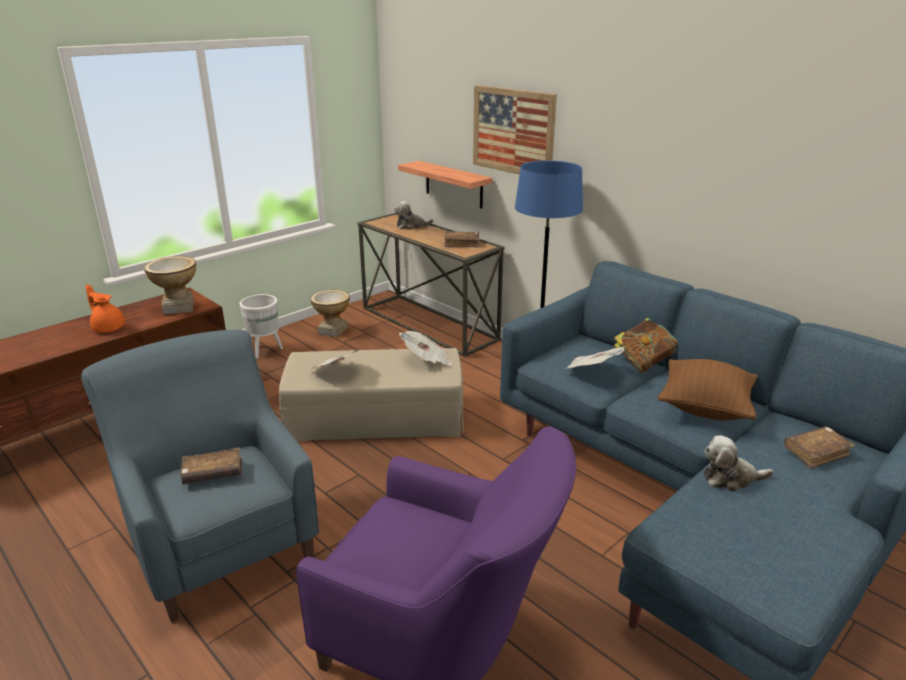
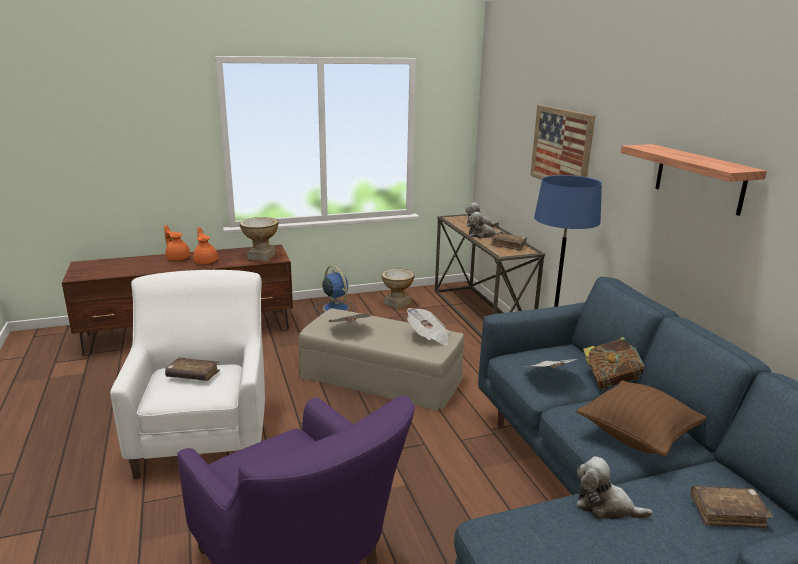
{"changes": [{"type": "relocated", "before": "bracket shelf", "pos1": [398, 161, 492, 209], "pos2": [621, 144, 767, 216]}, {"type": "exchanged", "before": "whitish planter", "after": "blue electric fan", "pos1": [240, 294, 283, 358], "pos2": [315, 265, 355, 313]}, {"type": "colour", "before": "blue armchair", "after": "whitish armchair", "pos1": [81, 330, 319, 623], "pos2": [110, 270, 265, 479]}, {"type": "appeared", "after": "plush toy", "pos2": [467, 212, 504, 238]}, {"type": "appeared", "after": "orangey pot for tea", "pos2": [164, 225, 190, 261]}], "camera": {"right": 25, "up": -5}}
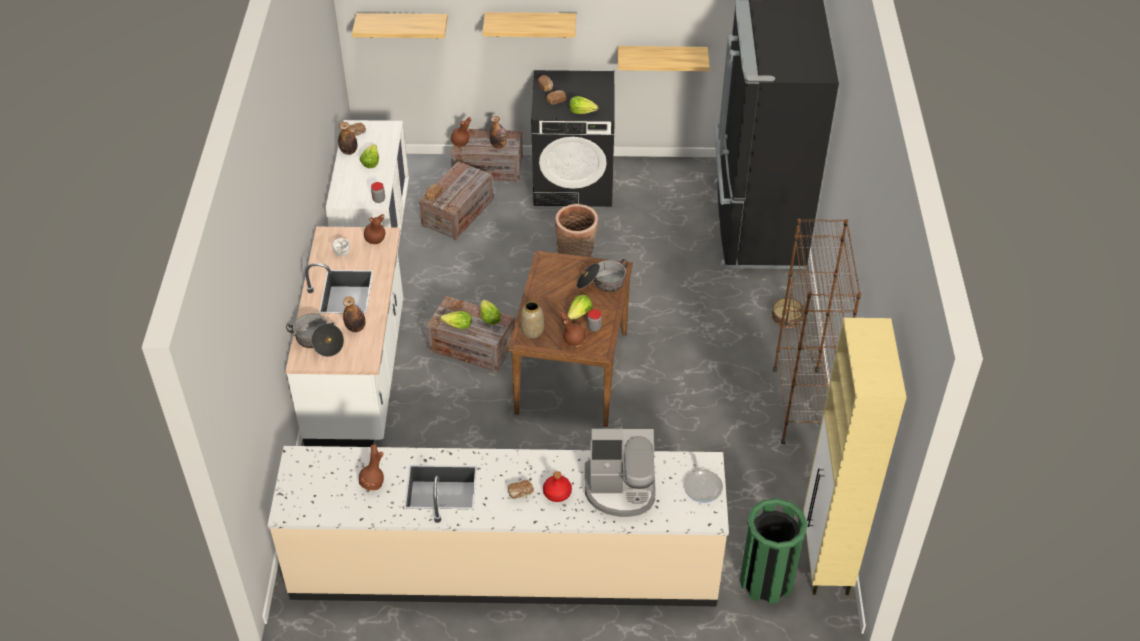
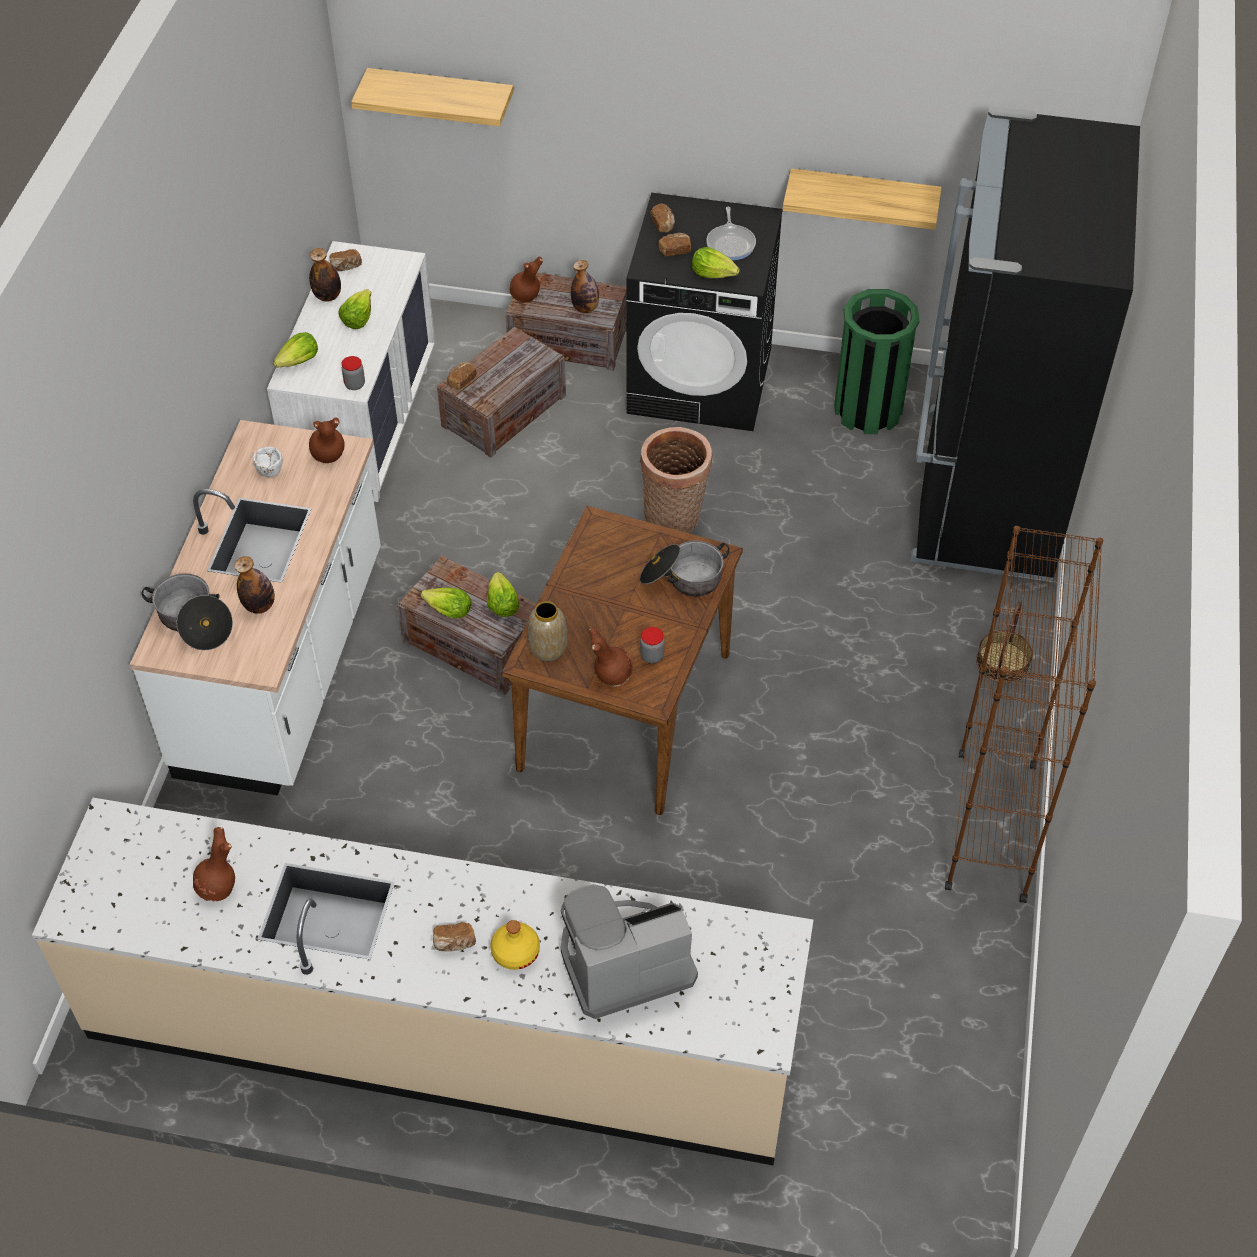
{"changes": [{"type": "missing", "before": "bracket shelf", "pos1": [482, 12, 576, 38]}, {"type": "relocated", "before": "lettuce", "pos1": [567, 295, 592, 320], "pos2": [273, 332, 318, 367]}, {"type": "missing", "before": "sand-coloured cupboard", "pos1": [803, 318, 907, 595]}, {"type": "spun", "before": "coffee brewer", "pos1": [585, 429, 656, 517], "pos2": [561, 884, 698, 1019], "turn": 150}, {"type": "relocated", "before": "pan", "pos1": [684, 454, 723, 503], "pos2": [706, 207, 756, 260]}, {"type": "colour", "before": "red drink bottle", "after": "yellowish drink bottle", "pos1": [543, 471, 572, 502], "pos2": [490, 920, 540, 970]}, {"type": "relocated", "before": "greenish rubbish bin", "pos1": [740, 498, 808, 604], "pos2": [834, 289, 920, 434]}], "camera": {"right": 10, "up": 5}}
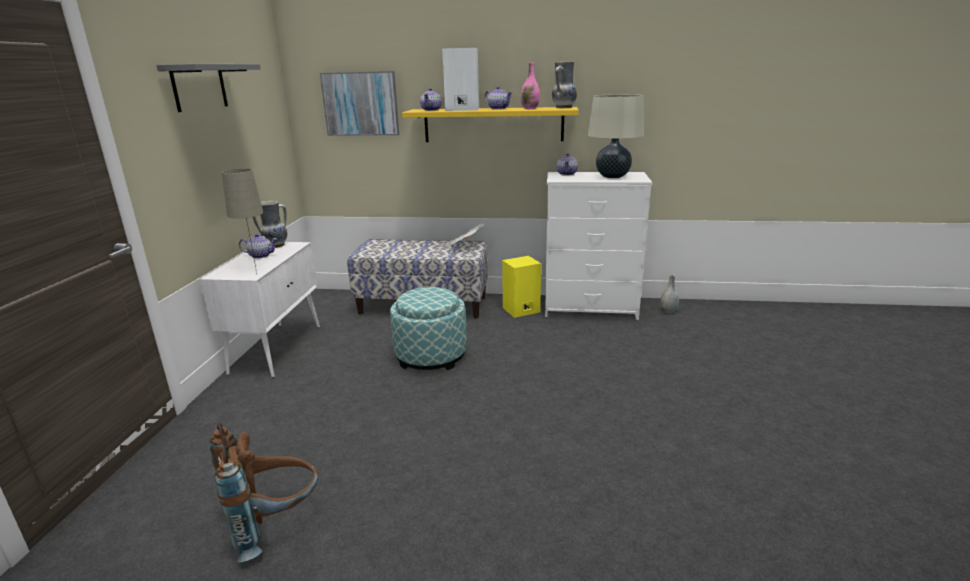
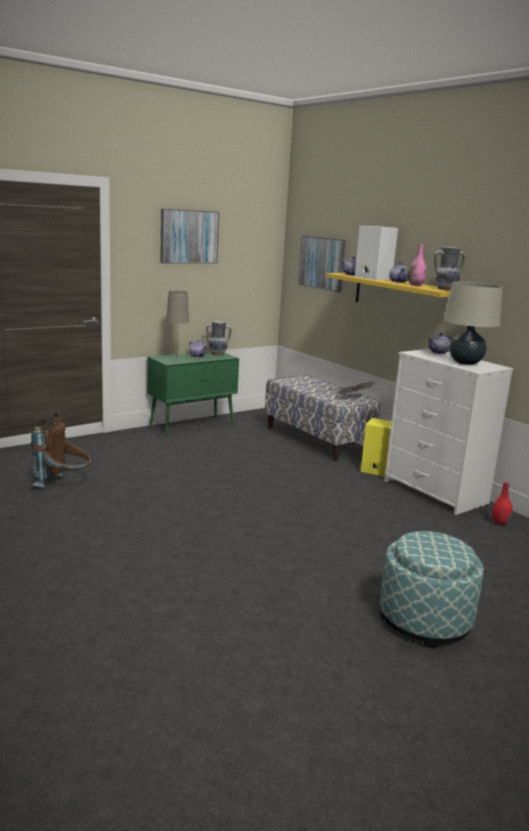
{"changes": [{"type": "exchanged", "before": "gray bracket shelf", "after": "wall art", "pos1": [156, 64, 261, 112], "pos2": [160, 209, 219, 264]}, {"type": "colour", "before": "whitish cupboard", "after": "greenish cupboard", "pos1": [200, 242, 320, 378], "pos2": [147, 351, 239, 437]}, {"type": "colour", "before": "gray flower vase", "after": "red flower vase", "pos1": [660, 274, 679, 314], "pos2": [492, 482, 512, 526]}, {"type": "relocated", "before": "footrest", "pos1": [390, 287, 467, 370], "pos2": [380, 531, 484, 648]}], "camera": {"right": 45, "up": -5}}
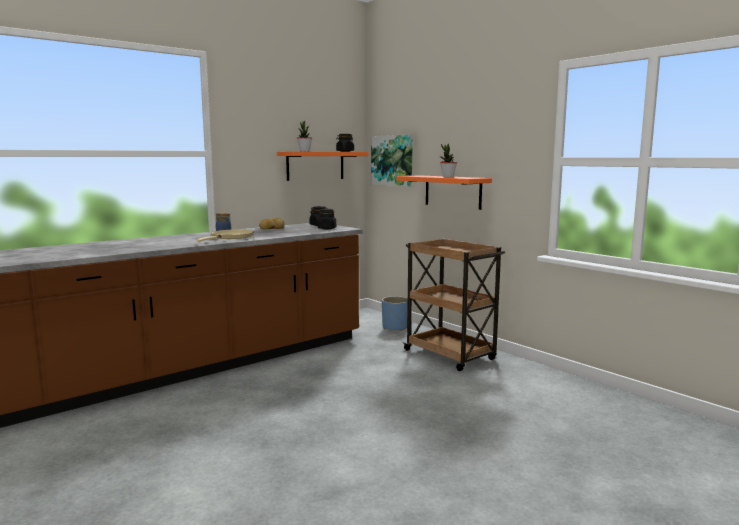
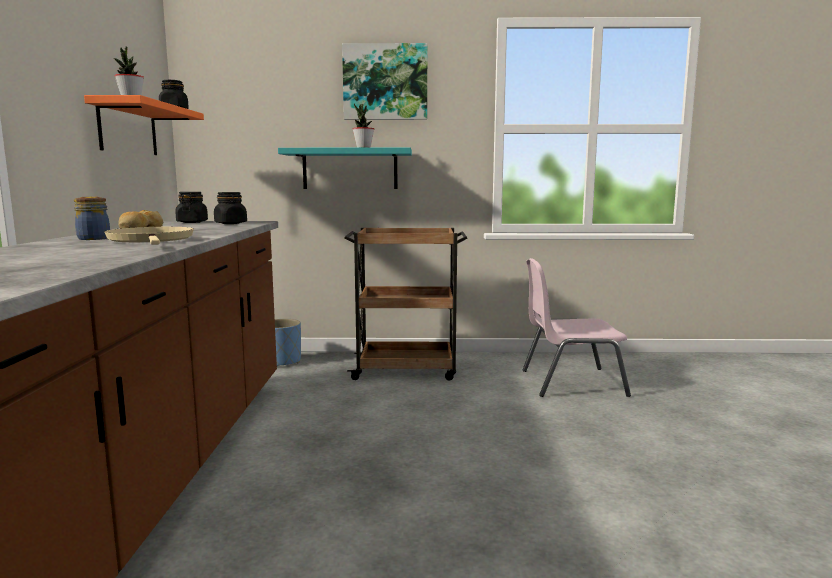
{"changes": [{"type": "relocated", "before": "wall art", "pos1": [371, 135, 413, 187], "pos2": [342, 43, 427, 120]}, {"type": "colour", "before": "orangey bracket shelf", "after": "blue-green bracket shelf", "pos1": [397, 175, 492, 210], "pos2": [278, 148, 412, 189]}, {"type": "appeared", "after": "pink upright chair", "pos2": [523, 258, 631, 397]}], "camera": {"right": -50, "up": 0}}
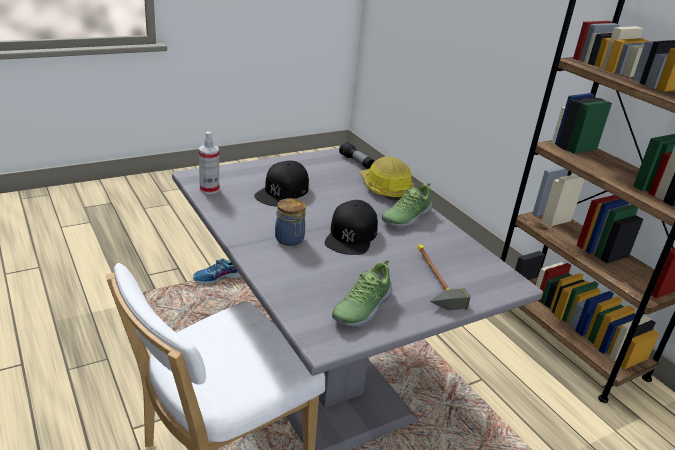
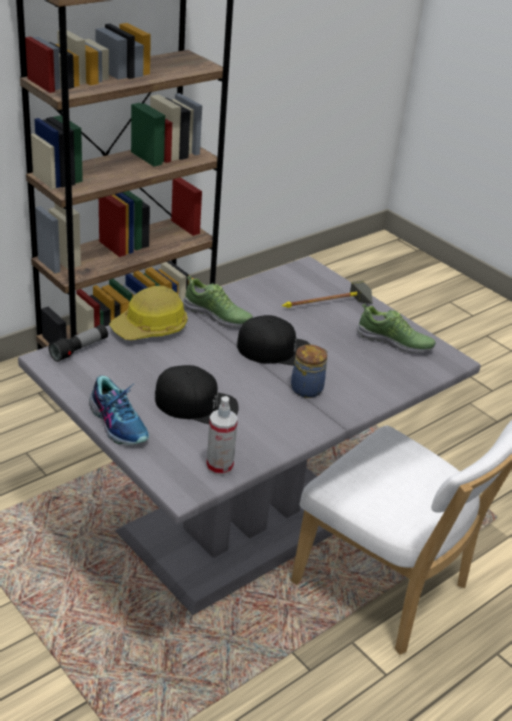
{"changes": [{"type": "relocated", "before": "low shoe", "pos1": [193, 258, 241, 284], "pos2": [89, 375, 149, 445]}], "camera": {"right": -100, "up": 5}}
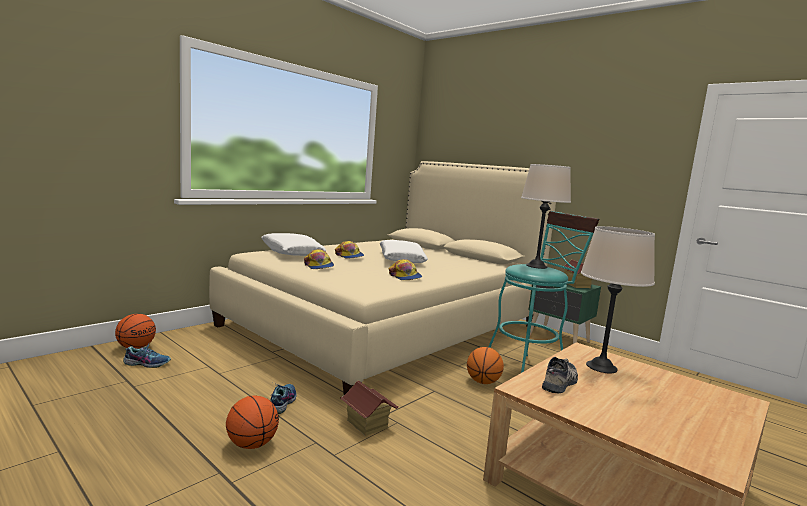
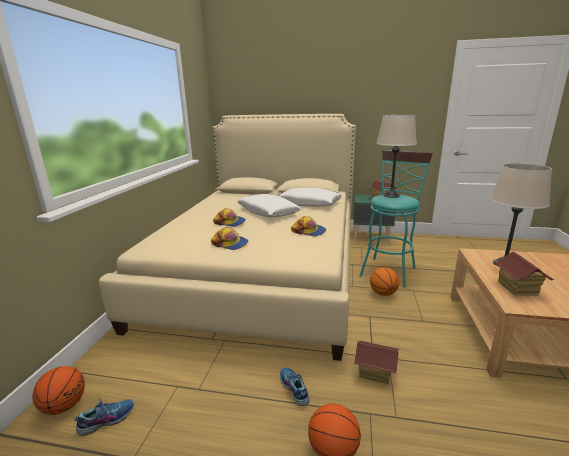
{"changes": [{"type": "relocated", "before": "whitish throw pillow", "pos1": [261, 233, 326, 256], "pos2": [279, 188, 342, 207]}, {"type": "exchanged", "before": "low shoe", "after": "toy house", "pos1": [542, 357, 578, 394], "pos2": [494, 252, 554, 296]}], "camera": {"right": -30, "up": 10}}
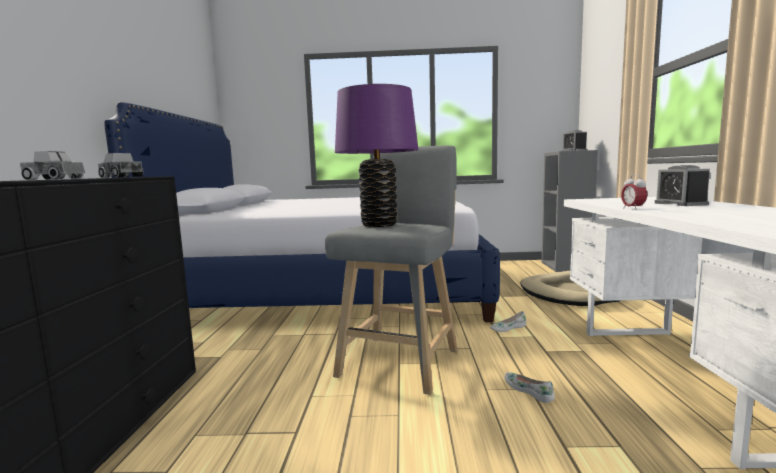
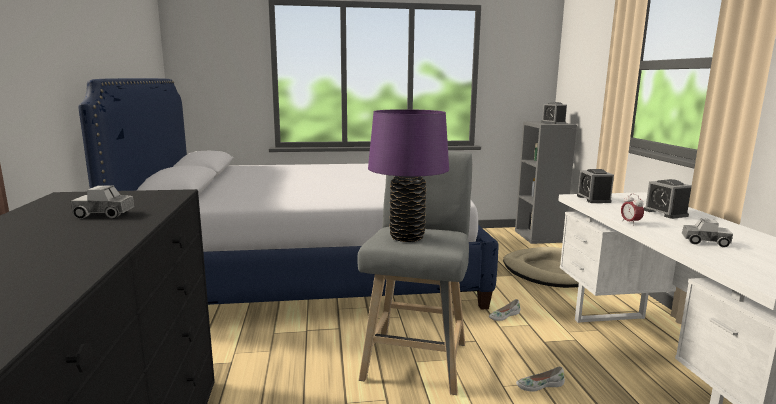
{"changes": [{"type": "relocated", "before": "model truck", "pos1": [98, 153, 144, 178], "pos2": [682, 218, 733, 248]}, {"type": "spun", "before": "whitish low shoe", "pos1": [505, 372, 555, 403], "pos2": [516, 367, 565, 391], "turn": -60}, {"type": "appeared", "after": "bedside clock", "pos2": [577, 169, 614, 203]}], "camera": {"right": -10, "up": 5}}
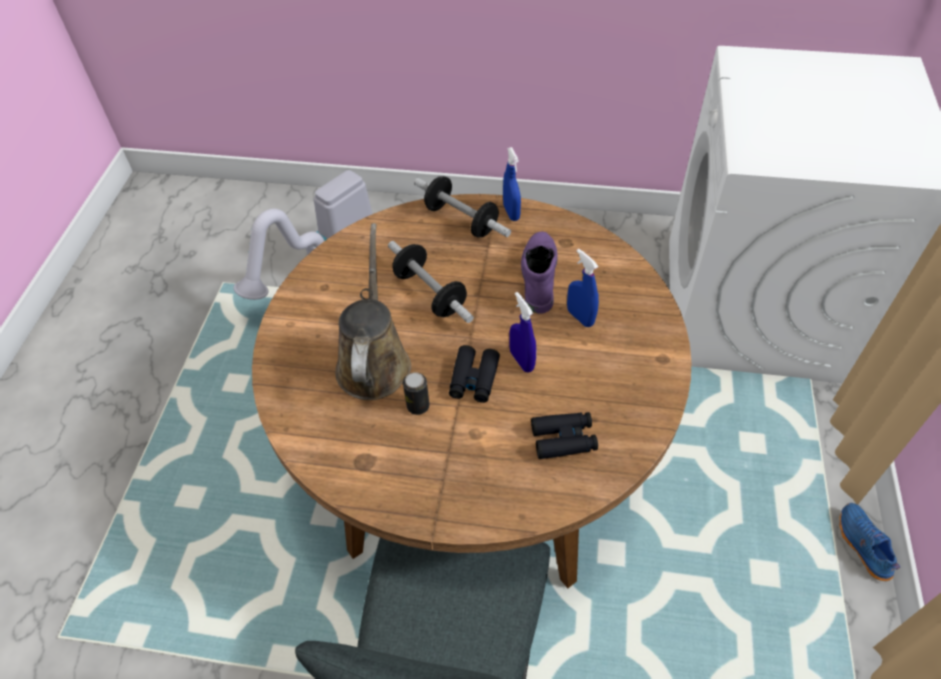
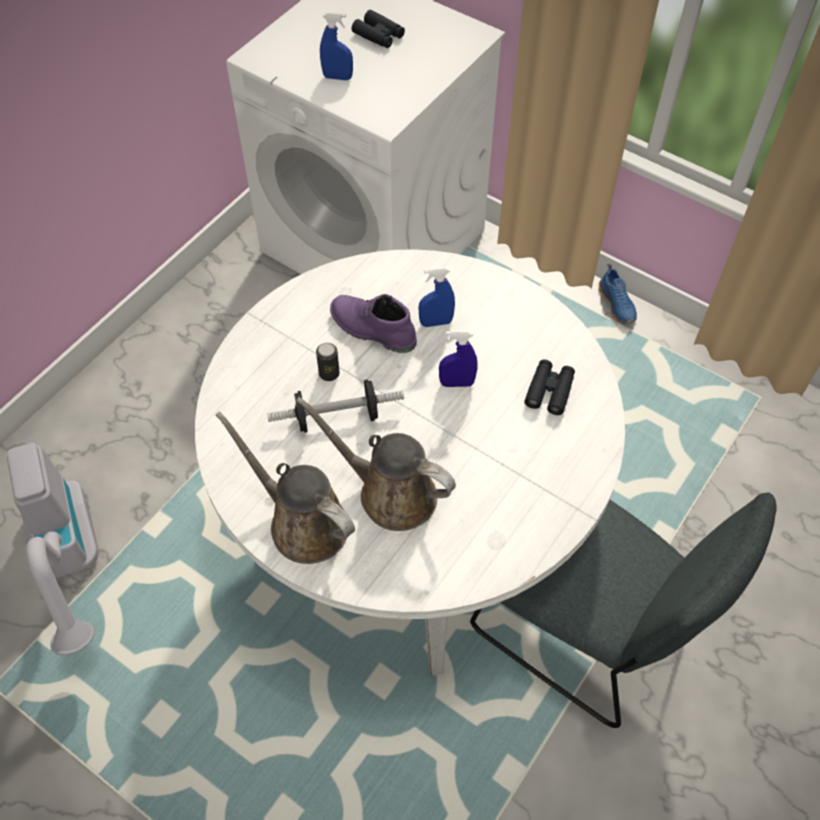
{"changes": [{"type": "relocated", "before": "blue sprayer", "pos1": [503, 147, 521, 221], "pos2": [320, 12, 353, 80]}, {"type": "missing", "before": "hand weight", "pos1": [414, 176, 511, 238]}, {"type": "colour", "before": "brown dining table", "after": "whitish dining table", "pos1": [252, 194, 691, 588], "pos2": [195, 249, 625, 676]}, {"type": "relocated", "before": "black-coloured pair of binoculars", "pos1": [449, 345, 500, 403], "pos2": [352, 10, 405, 48]}, {"type": "relocated", "before": "can", "pos1": [403, 372, 429, 415], "pos2": [316, 343, 340, 381]}, {"type": "spun", "before": "blue low shoe", "pos1": [839, 503, 900, 581], "pos2": [598, 264, 637, 324], "turn": -120}, {"type": "appeared", "after": "brown watering pot", "pos2": [216, 411, 355, 564]}], "camera": {"right": -65, "up": 5}}
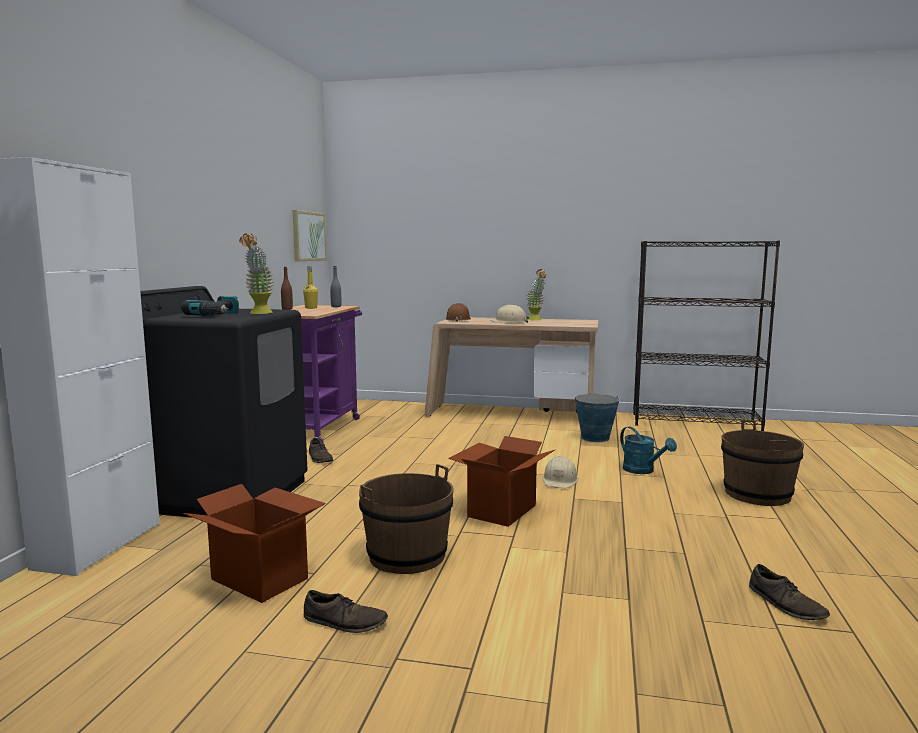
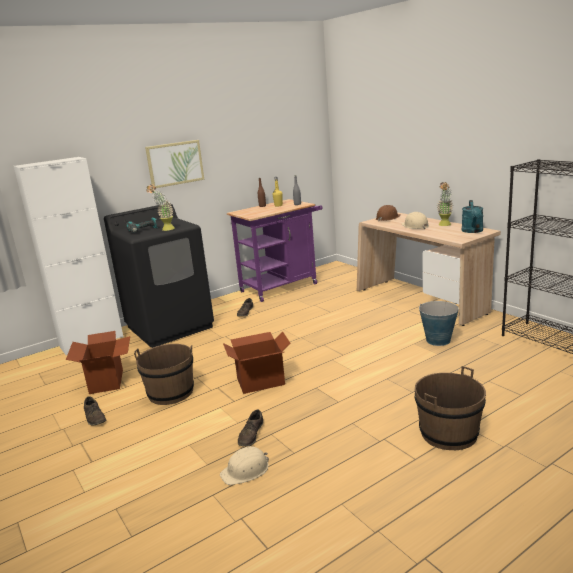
{"changes": [{"type": "relocated", "before": "wall art", "pos1": [293, 210, 327, 261], "pos2": [145, 140, 204, 189]}, {"type": "relocated", "before": "blue-green watering pot", "pos1": [620, 427, 677, 474], "pos2": [462, 200, 483, 233]}, {"type": "relocated", "before": "sand-coloured safety helmet", "pos1": [543, 456, 578, 488], "pos2": [220, 446, 269, 485]}, {"type": "relocated", "before": "brown low shoe", "pos1": [749, 564, 830, 620], "pos2": [238, 409, 263, 446]}], "camera": {"right": 45, "up": 10}}
